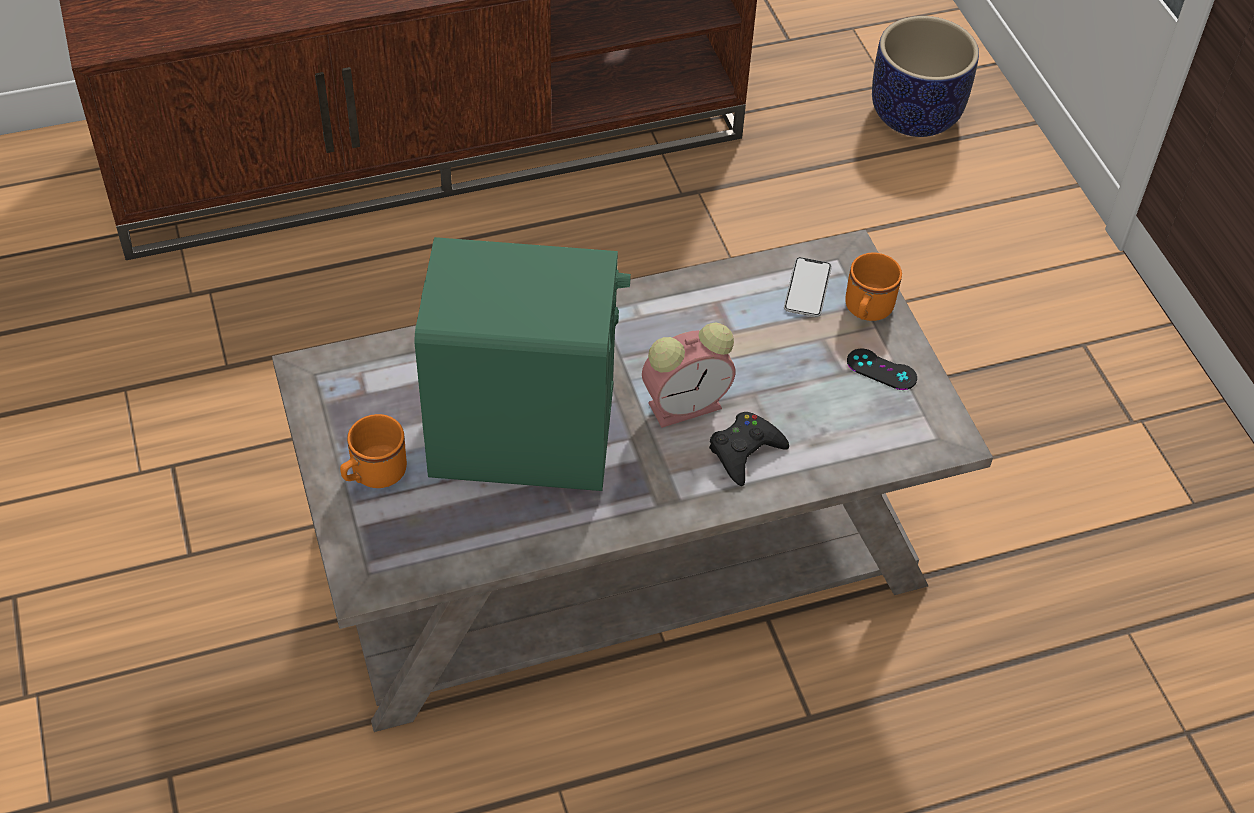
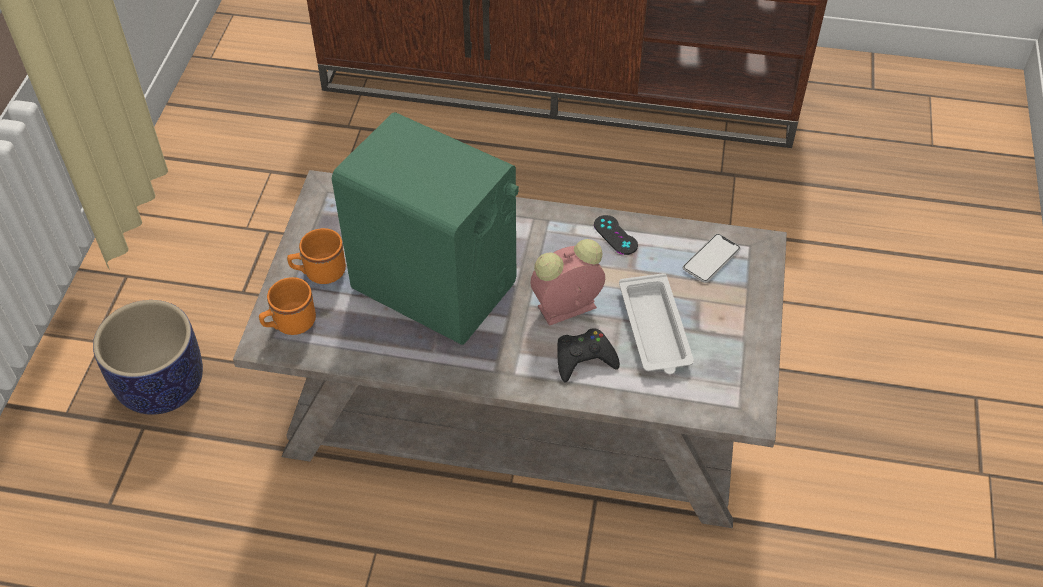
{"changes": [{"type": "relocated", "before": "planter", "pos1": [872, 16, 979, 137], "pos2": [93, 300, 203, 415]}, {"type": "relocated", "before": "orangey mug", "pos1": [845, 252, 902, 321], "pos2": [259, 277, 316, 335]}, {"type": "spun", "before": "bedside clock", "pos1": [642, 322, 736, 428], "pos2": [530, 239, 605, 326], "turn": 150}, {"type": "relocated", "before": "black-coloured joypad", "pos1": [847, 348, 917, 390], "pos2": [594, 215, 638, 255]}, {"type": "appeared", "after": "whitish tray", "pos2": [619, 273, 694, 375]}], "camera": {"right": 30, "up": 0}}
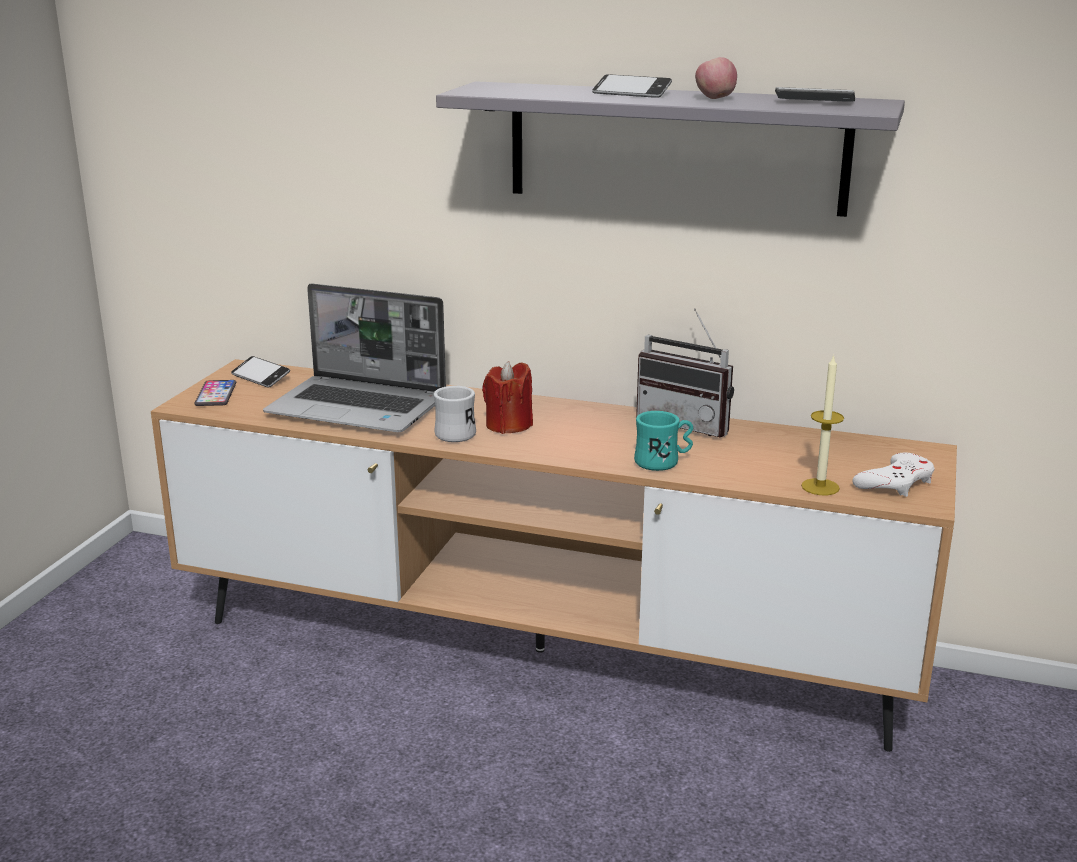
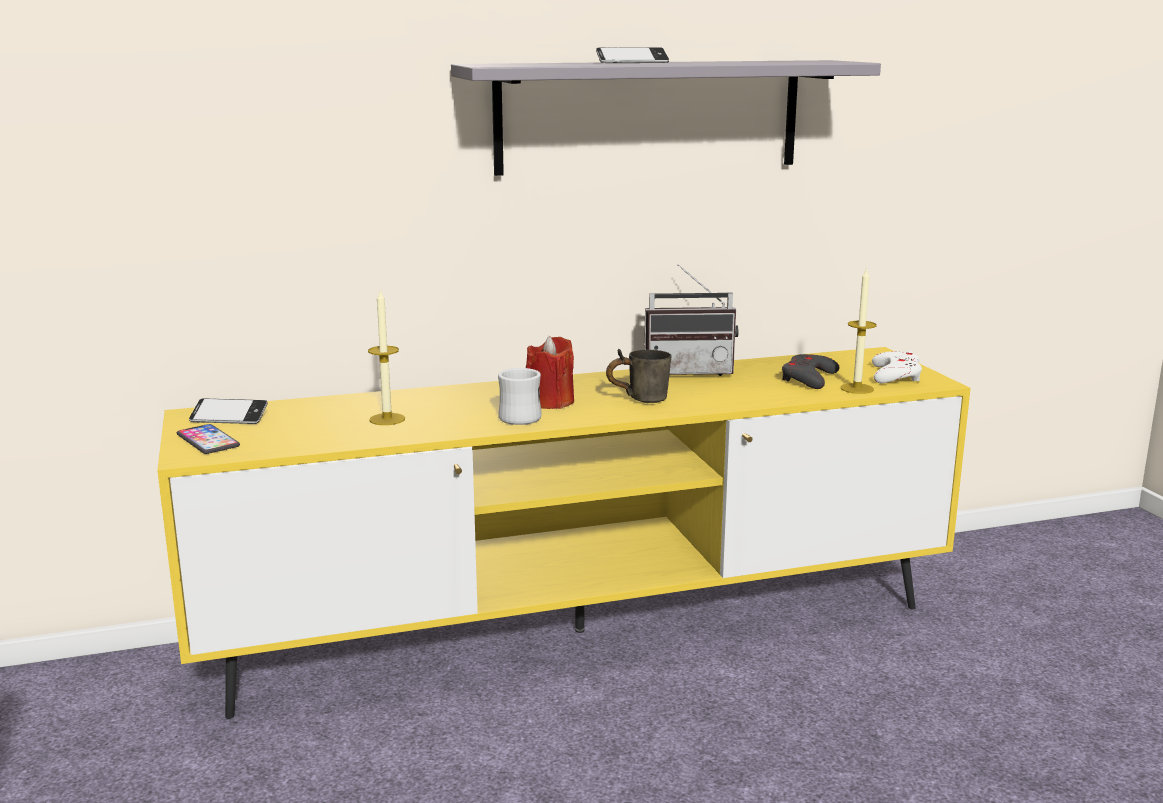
{"changes": [{"type": "missing", "before": "whole apple", "pos1": [695, 57, 737, 99]}, {"type": "missing", "before": "handset", "pos1": [775, 87, 855, 102]}, {"type": "exchanged", "before": "portable computer", "after": "candle", "pos1": [263, 284, 446, 432], "pos2": [368, 291, 405, 425]}, {"type": "colour", "before": "brown media console", "after": "yellowish media console", "pos1": [151, 359, 957, 752], "pos2": [157, 347, 971, 719]}, {"type": "missing", "before": "blue-green mug", "pos1": [634, 411, 693, 471]}, {"type": "appeared", "after": "gray mug", "pos2": [606, 349, 672, 403]}, {"type": "appeared", "after": "gray joypad", "pos2": [782, 354, 840, 389]}], "camera": {"right": -35, "up": -5}}
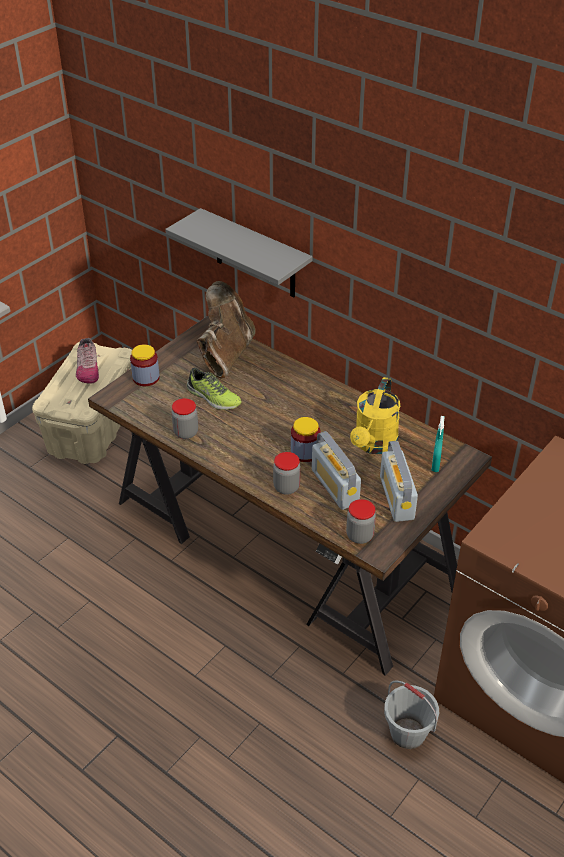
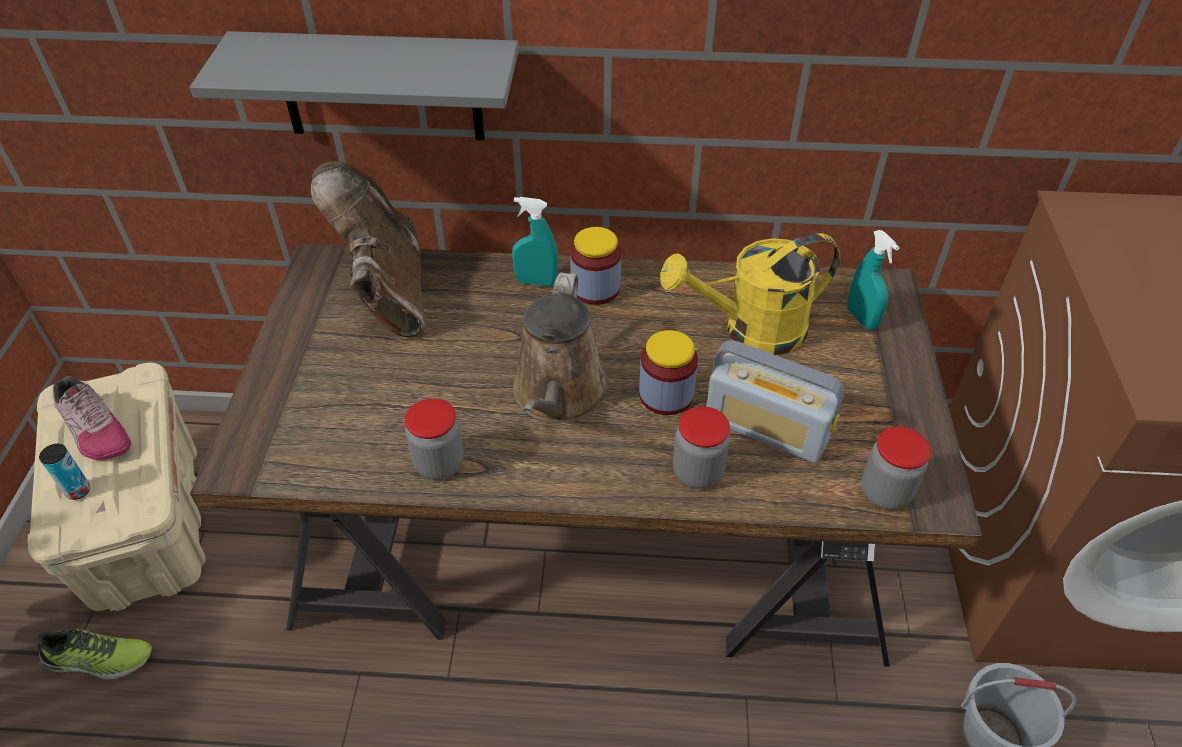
{"changes": [{"type": "relocated", "before": "preserve jar", "pos1": [130, 344, 160, 386], "pos2": [570, 227, 621, 305]}, {"type": "relocated", "before": "low shoe", "pos1": [187, 368, 242, 410], "pos2": [37, 629, 152, 680]}, {"type": "spun", "before": "yellowish watering pot", "pos1": [350, 377, 401, 454], "pos2": [660, 233, 840, 355], "turn": 90}, {"type": "missing", "before": "radio", "pos1": [380, 441, 418, 522]}, {"type": "appeared", "after": "blue-green sprayer", "pos2": [512, 197, 558, 286]}, {"type": "appeared", "after": "brown watering pot", "pos2": [513, 273, 609, 423]}, {"type": "appeared", "after": "can", "pos2": [39, 444, 90, 500]}], "camera": {"right": -35, "up": 5}}
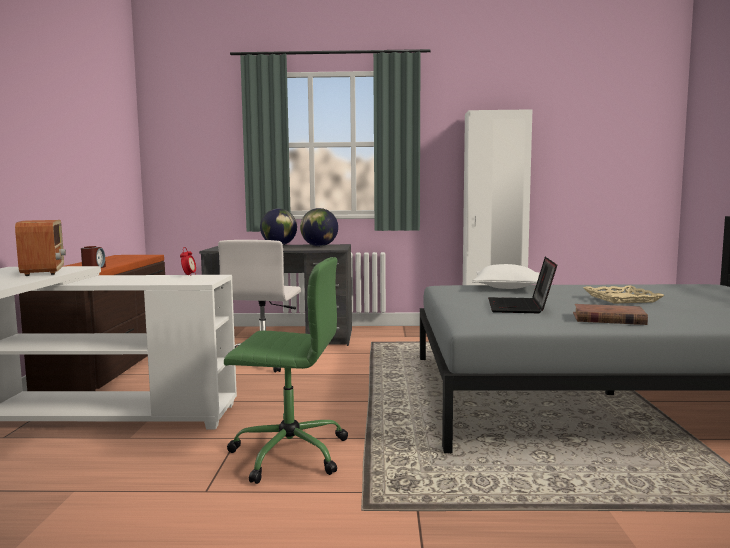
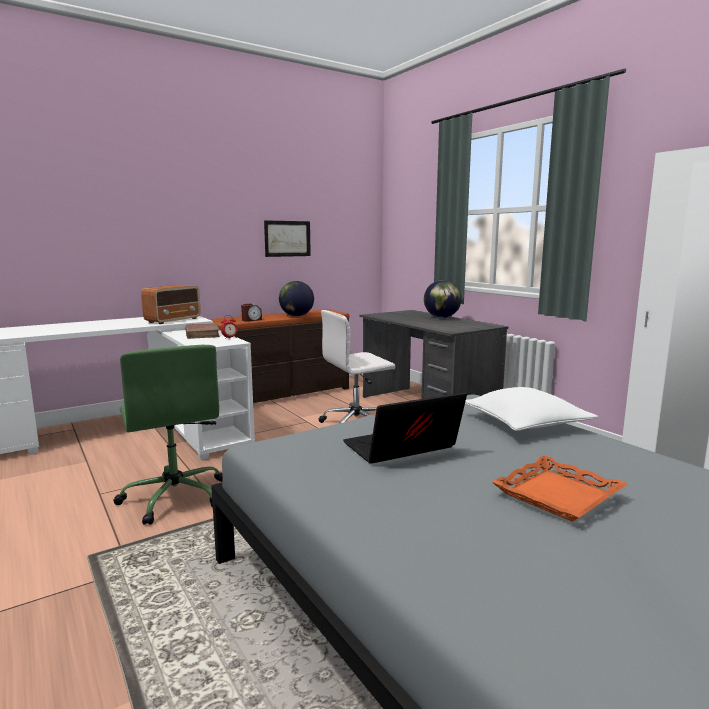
{"changes": [{"type": "relocated", "before": "globe", "pos1": [300, 208, 338, 246], "pos2": [279, 281, 314, 316]}, {"type": "colour", "before": "sand-coloured tray", "after": "orangey tray", "pos1": [583, 286, 665, 304], "pos2": [492, 455, 627, 522]}, {"type": "relocated", "before": "brown volume", "pos1": [573, 304, 648, 325], "pos2": [185, 323, 220, 339]}, {"type": "appeared", "after": "wall art", "pos2": [264, 220, 311, 257]}], "camera": {"right": 55, "up": 5}}
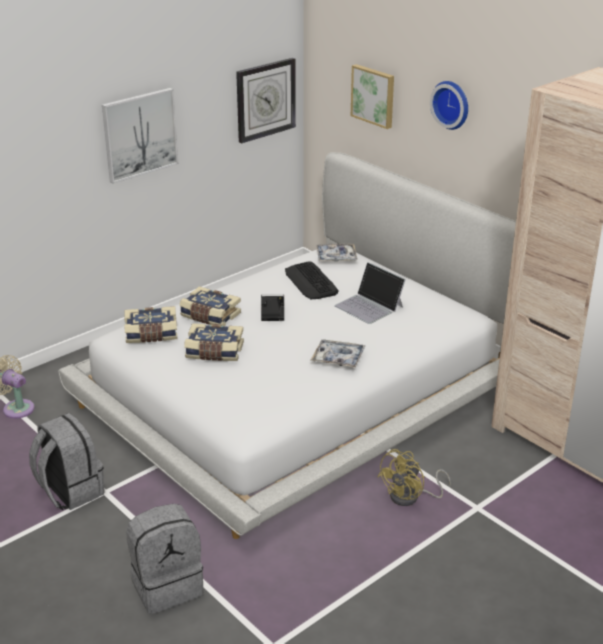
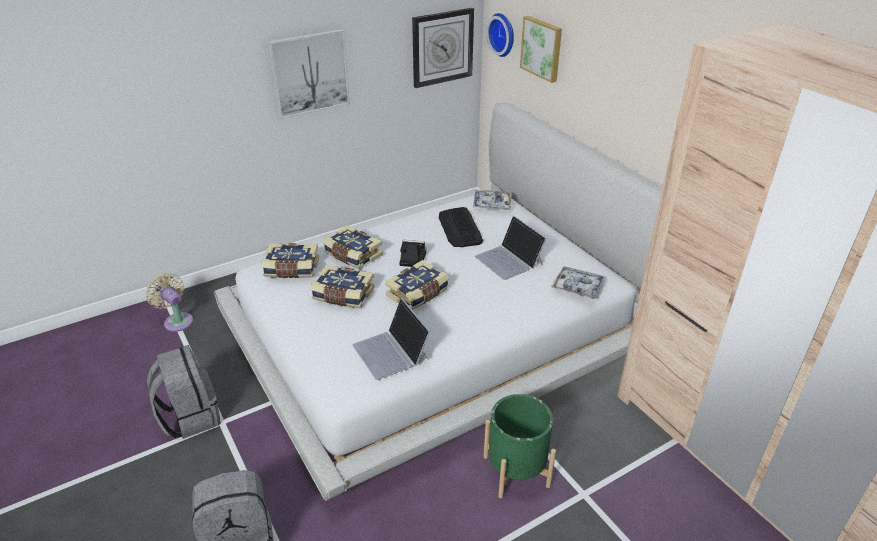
{"changes": [{"type": "relocated", "before": "wall clock", "pos1": [430, 81, 468, 130], "pos2": [486, 13, 514, 57]}, {"type": "relocated", "before": "tray", "pos1": [311, 339, 366, 368], "pos2": [551, 266, 605, 299]}, {"type": "exchanged", "before": "yellowish electric fan", "after": "greenish planter", "pos1": [377, 449, 451, 506], "pos2": [484, 394, 556, 498]}, {"type": "appeared", "after": "volume", "pos2": [385, 260, 449, 310]}, {"type": "appeared", "after": "portable computer", "pos2": [353, 298, 431, 380]}], "camera": {"right": 10, "up": 5}}
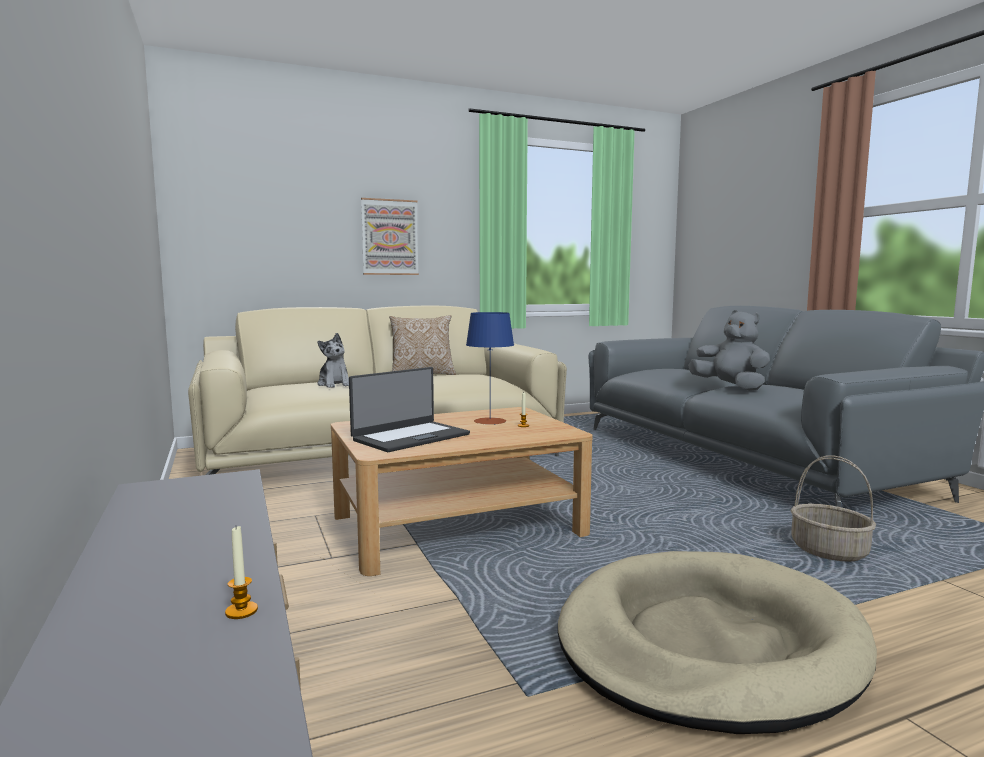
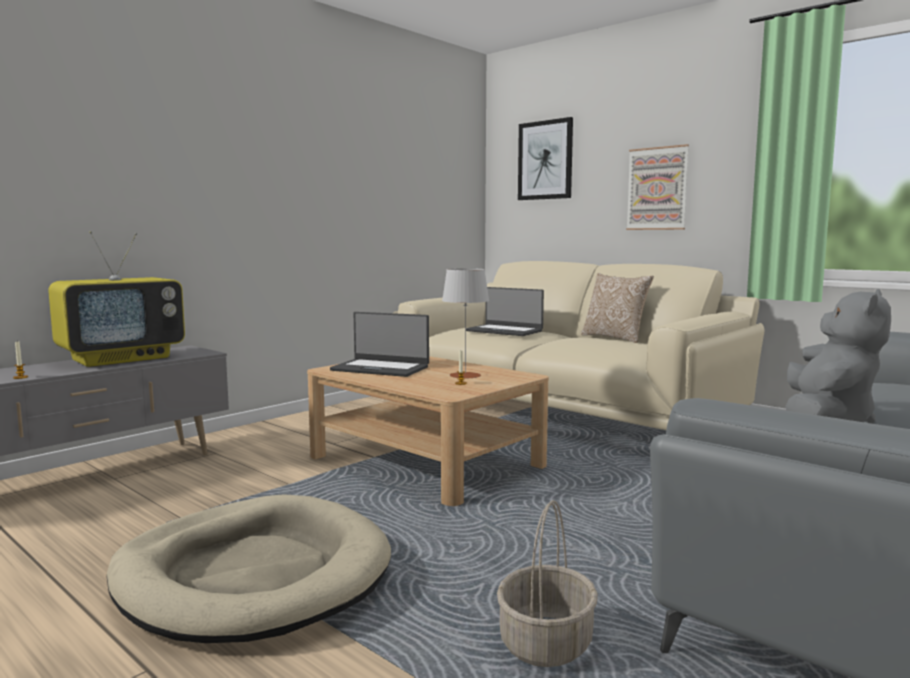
{"changes": [{"type": "colour", "before": "blue table lamp", "after": "gray table lamp", "pos1": [466, 312, 514, 425], "pos2": [442, 268, 489, 378]}, {"type": "exchanged", "before": "plush toy", "after": "portable computer", "pos1": [317, 333, 349, 388], "pos2": [466, 287, 544, 336]}, {"type": "appeared", "after": "wall art", "pos2": [518, 117, 573, 200]}, {"type": "appeared", "after": "TV", "pos2": [48, 231, 185, 367]}], "camera": {"right": 65, "up": 0}}
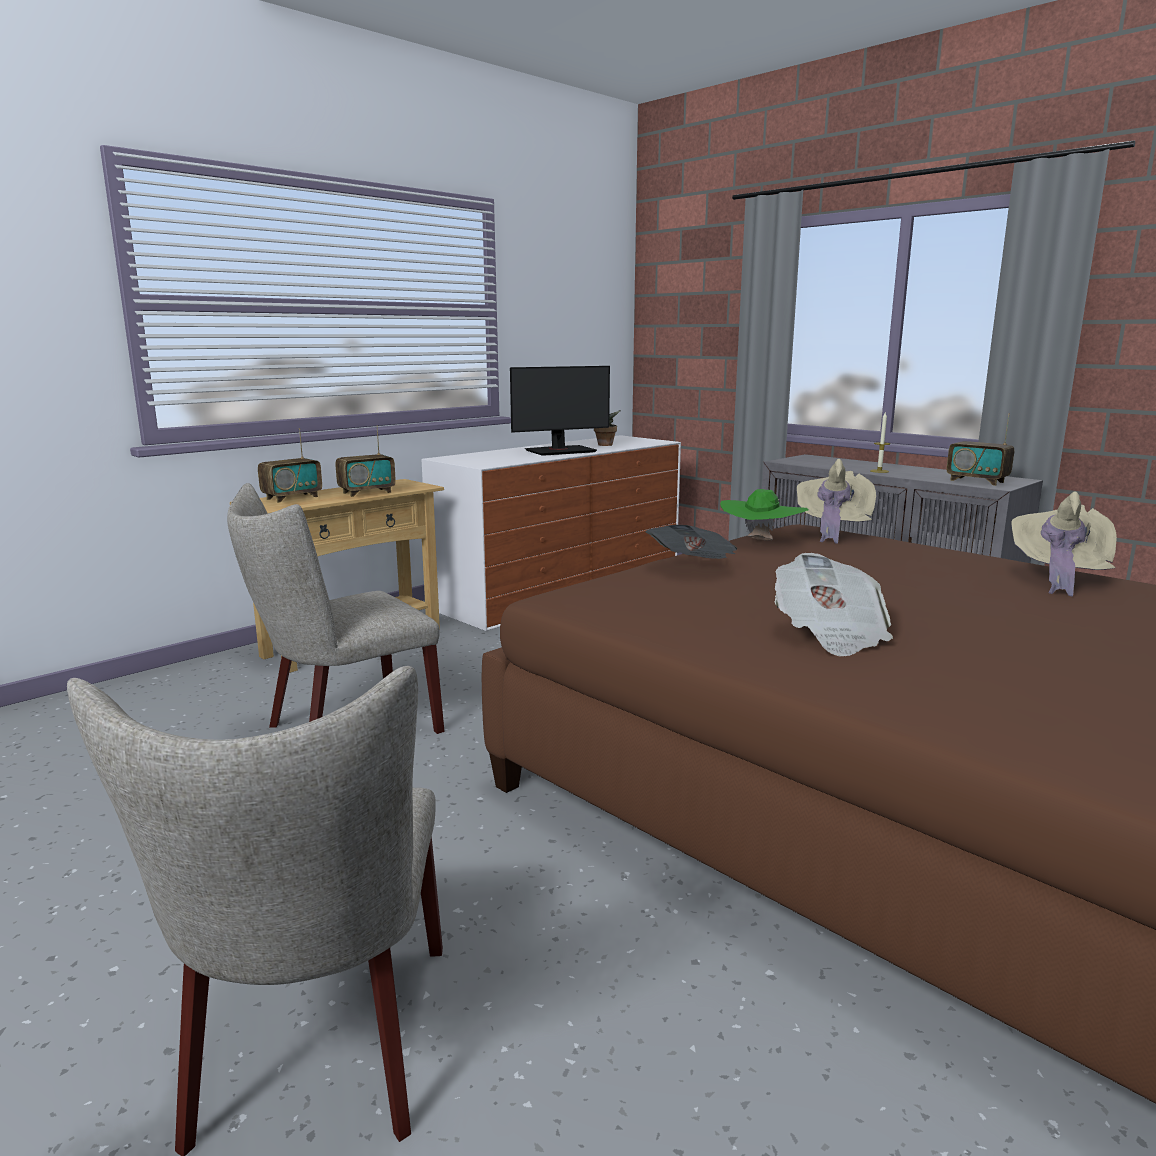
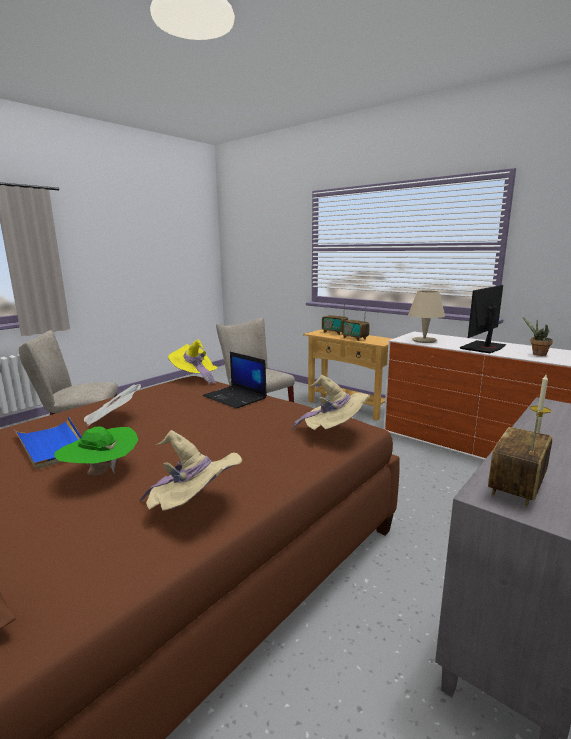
{"changes": [{"type": "spun", "before": "computer screen", "pos1": [510, 366, 610, 456], "pos2": [460, 285, 506, 353], "turn": 75}, {"type": "relocated", "before": "greenish hat", "pos1": [720, 489, 809, 541], "pos2": [54, 426, 138, 475]}, {"type": "exchanged", "before": "daily paper", "after": "portable computer", "pos1": [646, 525, 738, 559], "pos2": [203, 352, 267, 409]}, {"type": "appeared", "after": "sand-coloured table lamp", "pos2": [408, 290, 445, 343]}, {"type": "appeared", "after": "yellowish hat", "pos2": [168, 339, 218, 385]}, {"type": "appeared", "after": "blue tray", "pos2": [14, 417, 82, 470]}], "camera": {"right": 85, "up": 0}}
